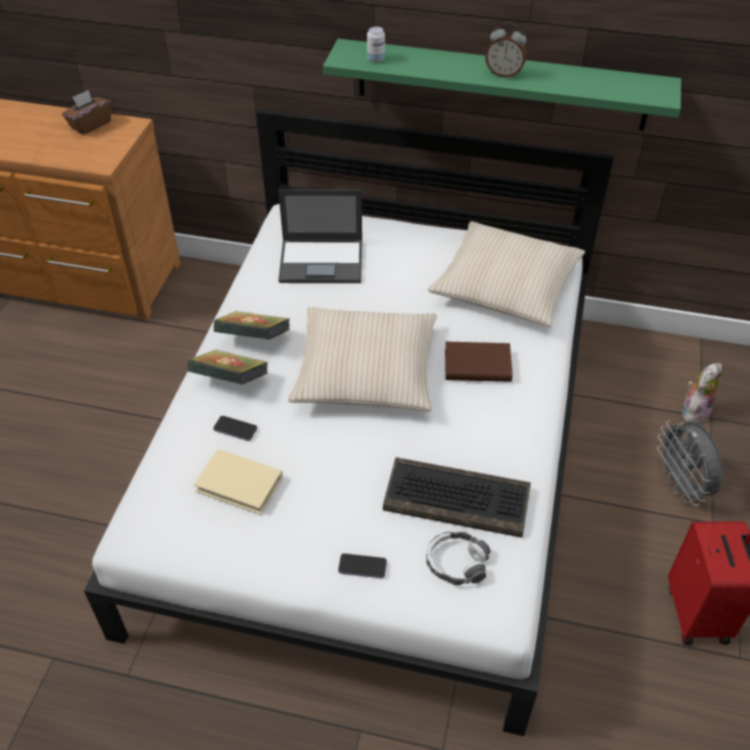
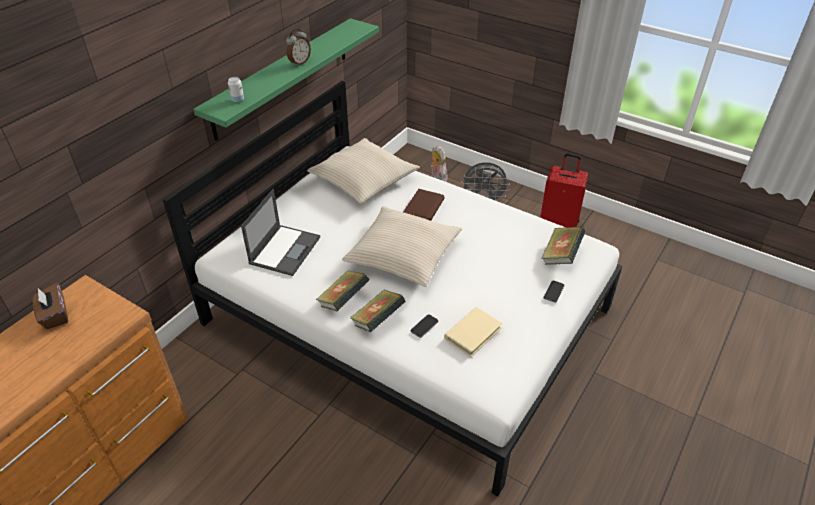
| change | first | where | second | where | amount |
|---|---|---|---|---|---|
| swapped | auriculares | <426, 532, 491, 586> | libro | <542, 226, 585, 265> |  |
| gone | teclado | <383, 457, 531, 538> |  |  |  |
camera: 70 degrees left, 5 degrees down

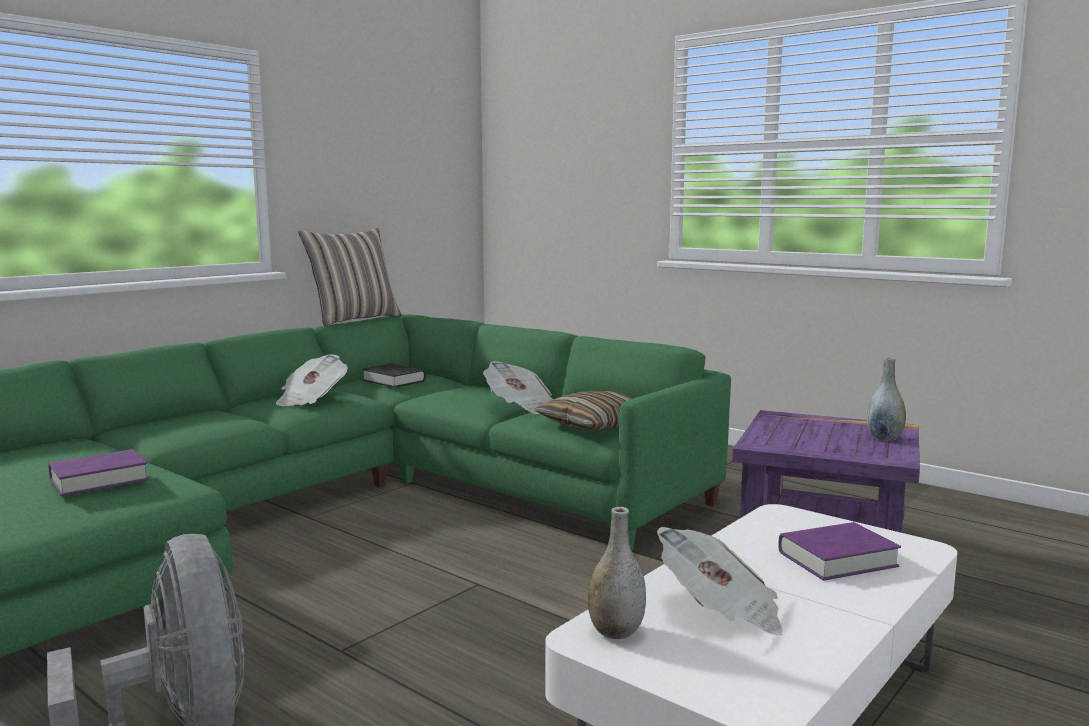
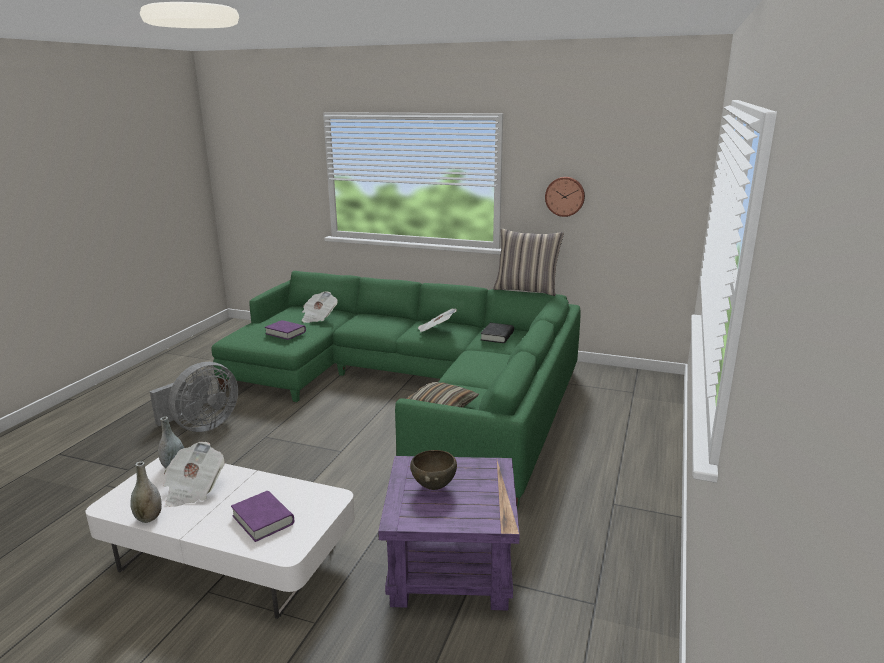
| change | first | where | second | where | amount |
|---|---|---|---|---|---|
| shifted | florero/gris | <867, 358, 906, 441> |  | <130, 462, 162, 523> |  |
| shifted | periódico | <483, 361, 554, 414> |  | <302, 291, 338, 323> |  |
| new |  |  | cuenco/marrón | <410, 450, 457, 490> |  |
| new |  |  | reloj de pared | <545, 177, 585, 217> |  |
camera: 70 degrees right, 10 degrees up

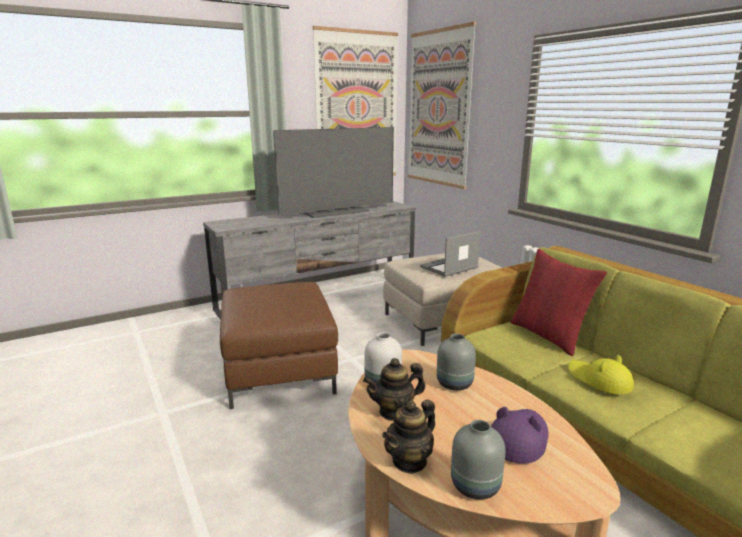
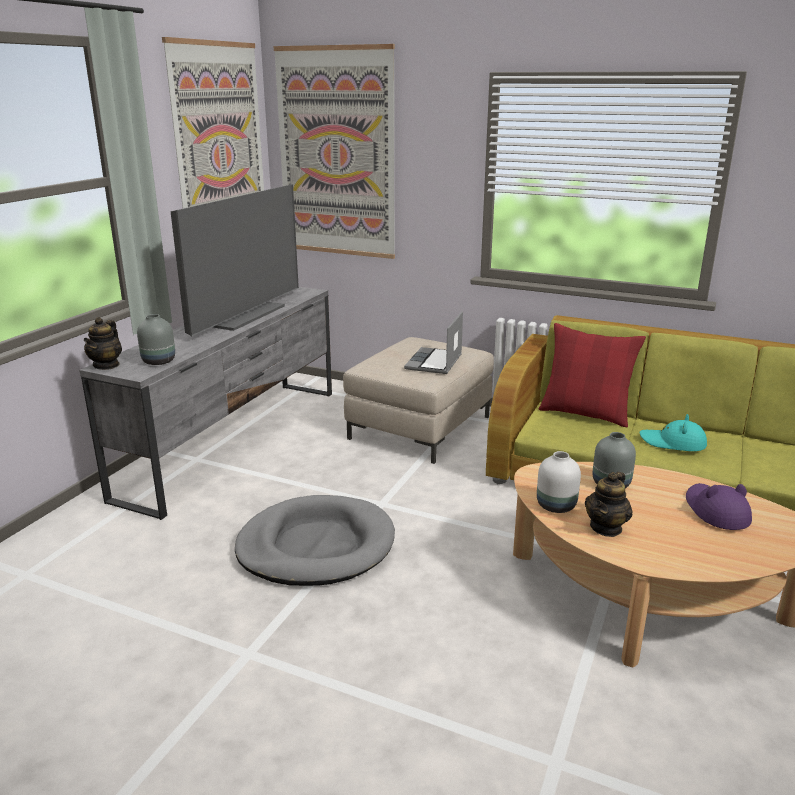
| change | first | where | second | where | amount |
|---|---|---|---|---|---|
| shifted | tetera | <382, 399, 435, 474> |  | <84, 317, 122, 370> |  |
| shifted | florero/gris | <451, 420, 505, 500> |  | <137, 314, 175, 365> |  |
| swapped | puf/marrón | <220, 282, 338, 409> | cama para perro/gris | <235, 495, 395, 586> |  |
| repainted | sombrero/amarillo | <568, 355, 634, 394> | sombrero/turquesa | <640, 414, 707, 451> |  |
camera: 35 degrees left, 5 degrees up

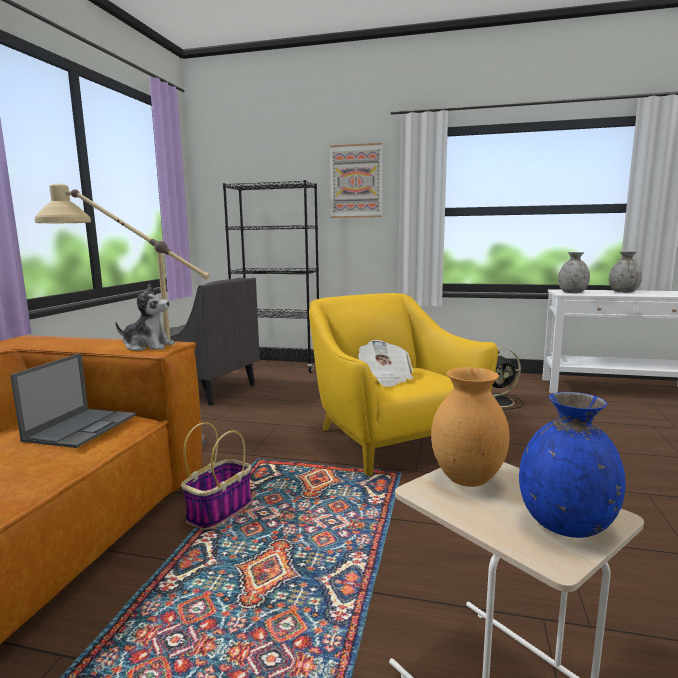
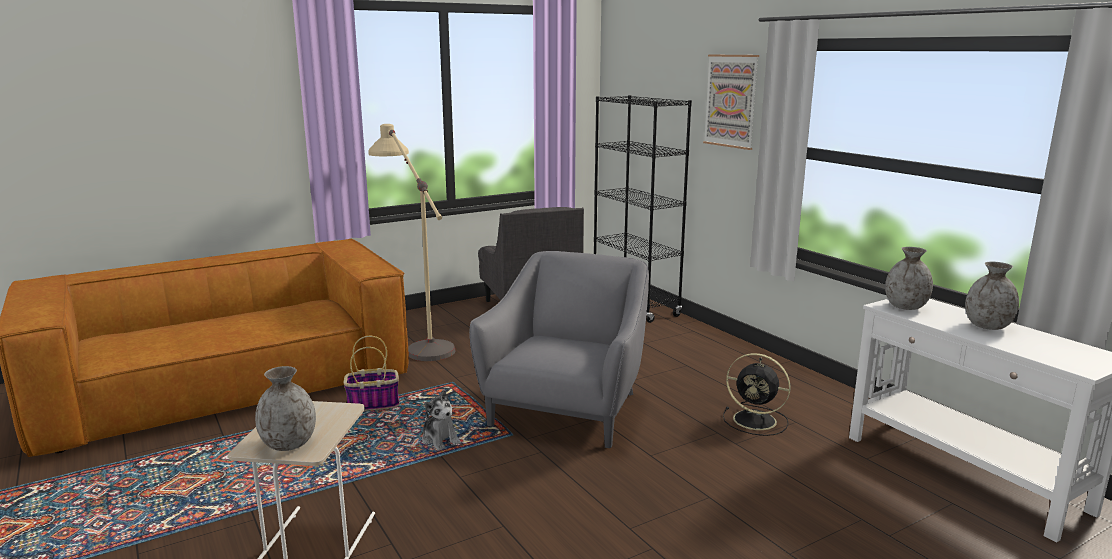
| change | first | where | second | where | amount |
|---|---|---|---|---|---|
| repainted | florero/azul | <519, 392, 626, 538> | florero/gris | <255, 366, 316, 451> |  |
| shifted | peluche | <115, 284, 175, 351> |  | <422, 390, 461, 450> |  |
| repainted | sillón/amarillo | <309, 293, 498, 476> | sillón/gris | <469, 251, 649, 448> |  |
| gone | portátil | <10, 353, 136, 448> |  |  |  |
| gone | periódico | <358, 340, 413, 387> |  |  |  |
| gone | florero/marrón | <431, 367, 510, 487> |  |  |  |
camera: 45 degrees right, 5 degrees up

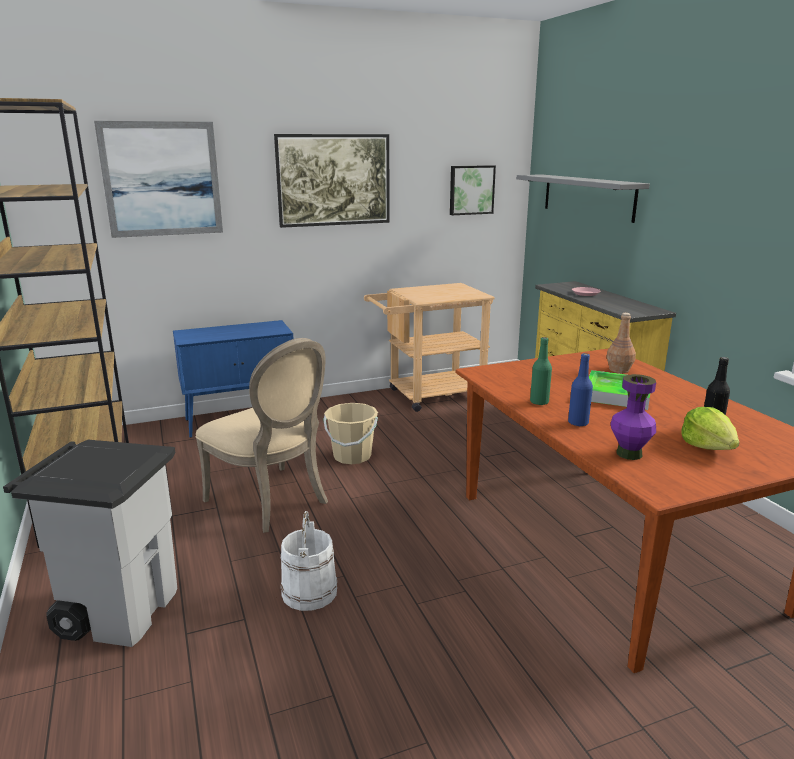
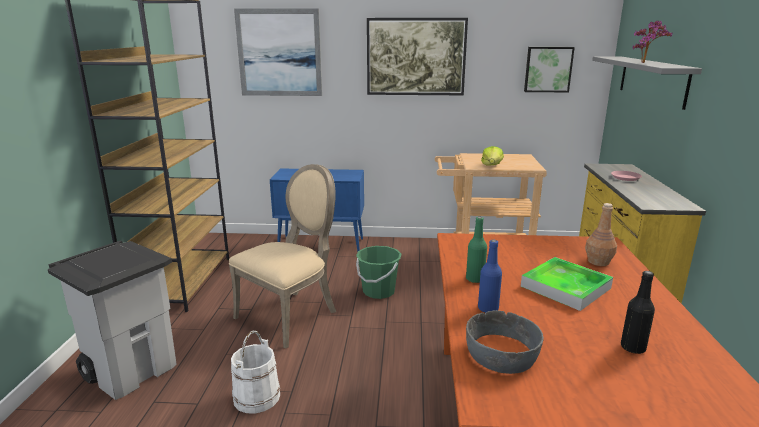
| change | first | where | second | where | amount |
|---|---|---|---|---|---|
| rotated | silla/beis | <195, 338, 328, 533> |  | <229, 164, 336, 348> | 120 degrees counterclockwise |
| repainted | cubo/beis | <323, 403, 378, 464> | cubo/verde | <356, 246, 401, 299> |  |
| swapped | florero/morado | <611, 374, 656, 460> | cuenco/gris | <466, 310, 544, 374> |  |
| shifted | lechuga | <681, 407, 739, 450> |  | <481, 146, 504, 165> |  |
| new |  |  | planta en maceta | <632, 20, 673, 63> |  |
camera: 25 degrees right, 0 degrees up

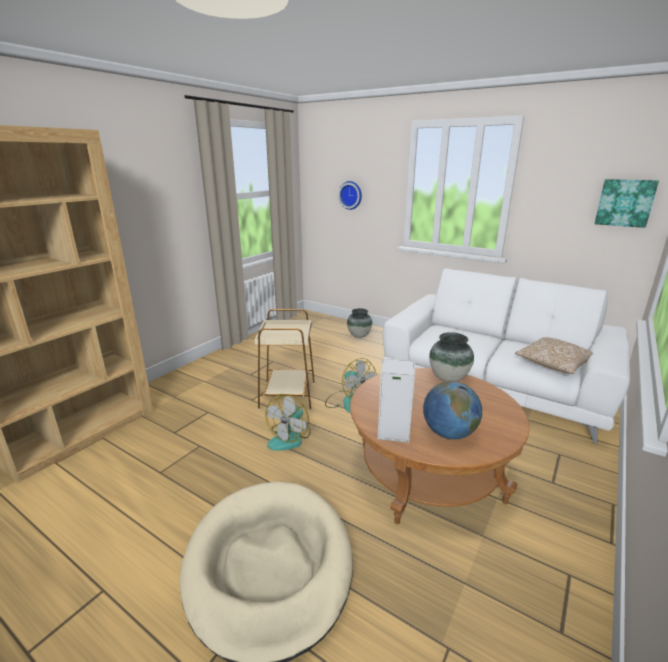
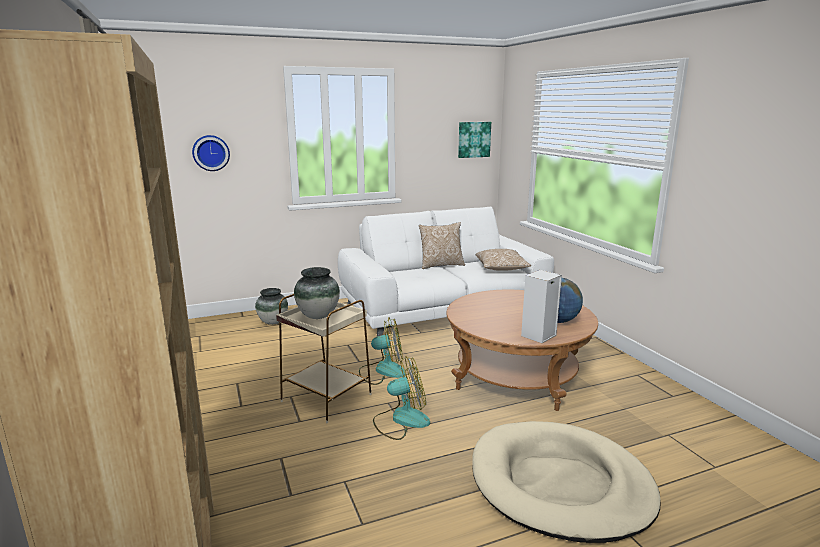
| change | first | where | second | where | amount |
|---|---|---|---|---|---|
| shifted | florero | <429, 332, 474, 382> |  | <294, 267, 340, 319> |  |
| rotated | ventilador | <265, 394, 310, 451> |  | <373, 356, 430, 440> | 75 degrees counterclockwise |
| new |  |  | cojín | <419, 222, 465, 269> |  |
camera: 55 degrees left, 5 degrees down

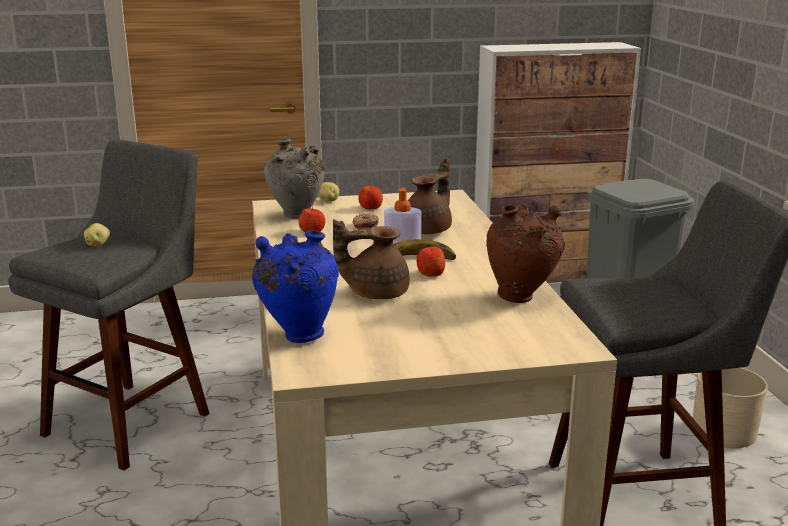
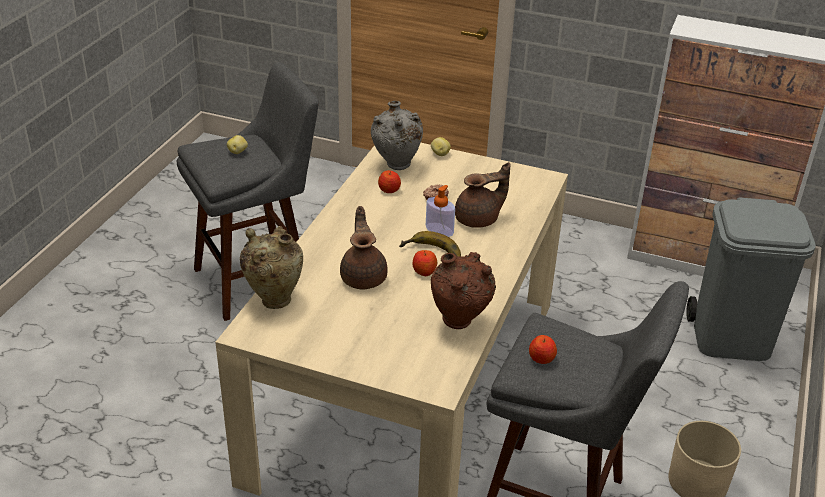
| change | first | where | second | where | amount |
|---|---|---|---|---|---|
| repainted | florero/azul | <252, 230, 339, 343> | florero/beis | <240, 226, 303, 309> |  |
| rotated | tetera/marrón | <333, 219, 410, 299> |  | <340, 206, 387, 289> | 60 degrees clockwise |
| shifted | manzana | <358, 185, 383, 210> |  | <529, 335, 557, 364> |  |
camera: 30 degrees right, 15 degrees up

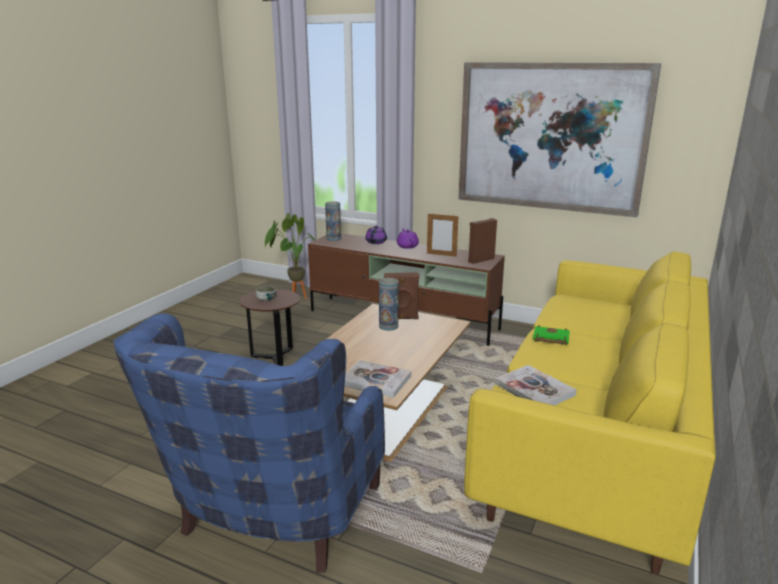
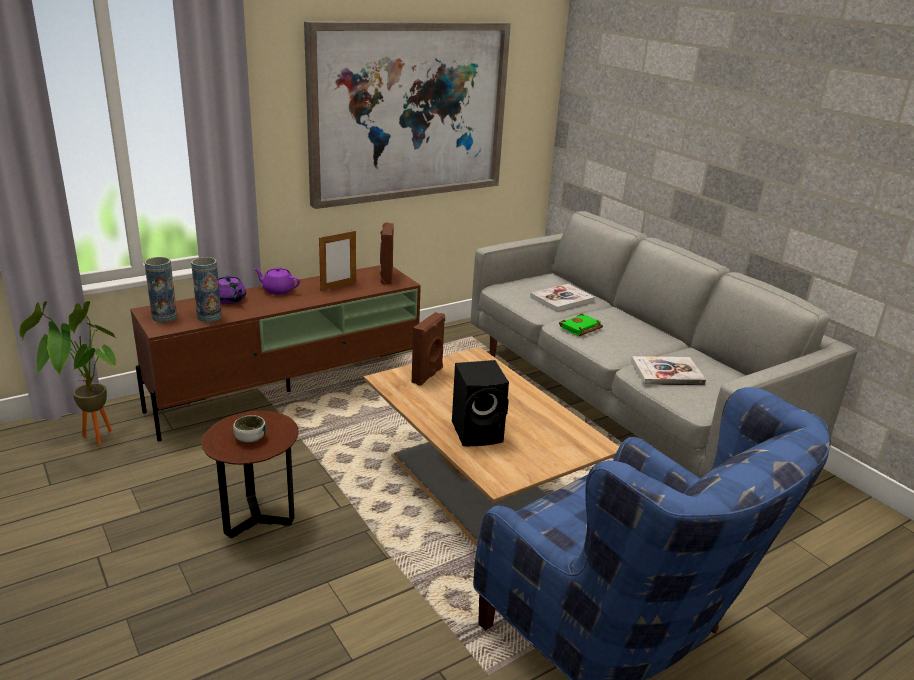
| change | first | where | second | where | amount |
|---|---|---|---|---|---|
| shifted | florero | <379, 278, 399, 331> |  | <191, 257, 222, 322> |  |
| new |  |  | altavoz/negro | <452, 360, 509, 446> |  |
| repainted | sofá/amarillo | <464, 251, 716, 574> | sofá/gris | <471, 211, 857, 478> |  |
| shifted | libro | <344, 360, 411, 398> |  | <530, 284, 595, 312> |  |
camera: 60 degrees left, 5 degrees up

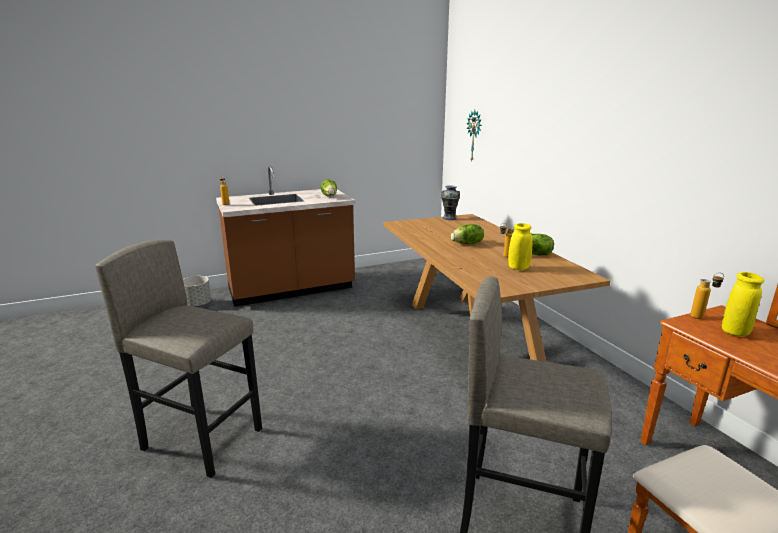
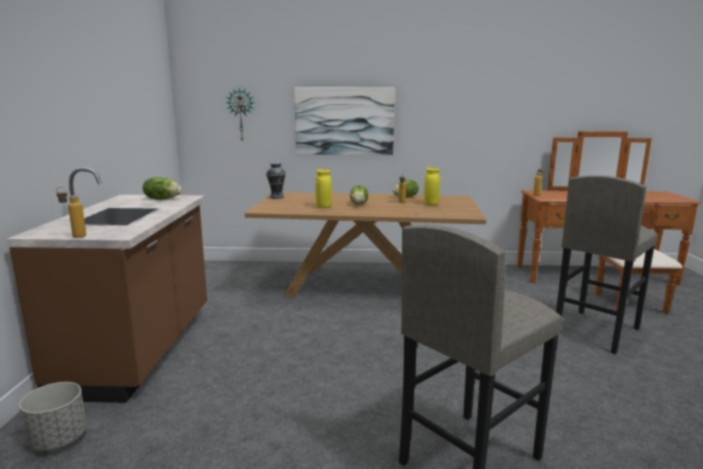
| change | first | where | second | where | amount |
|---|---|---|---|---|---|
| new |  |  | cuadro | <294, 87, 395, 155> |  |
| shifted | florero/amarillo | <722, 272, 764, 336> |  | <315, 169, 332, 208> |  |
camera: 65 degrees left, 5 degrees down

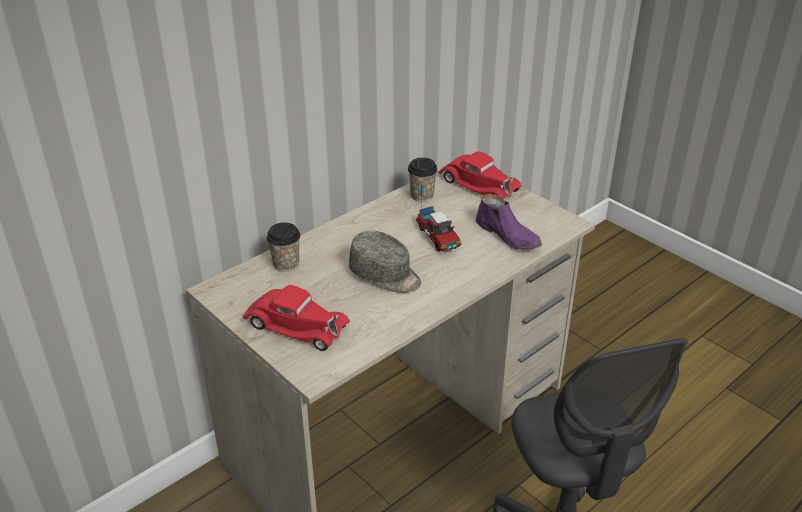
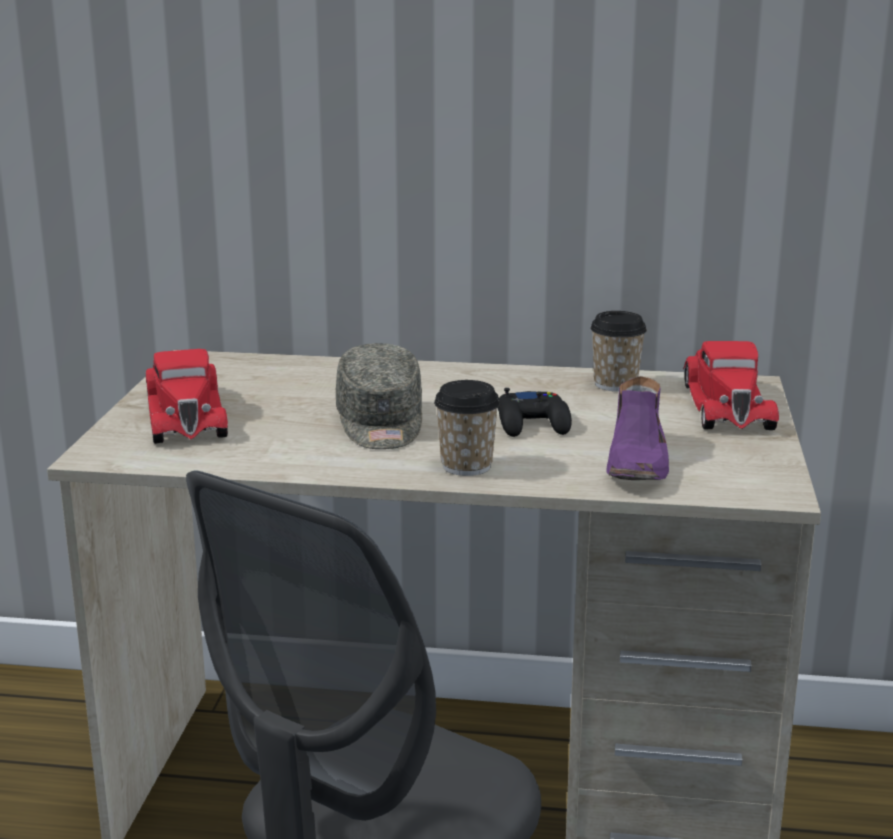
| change | first | where | second | where | amount |
|---|---|---|---|---|---|
| shifted | taza | <267, 222, 300, 272> |  | <434, 380, 500, 476> |  |
| swapped | camión de juguete | <416, 186, 461, 251> | mando de consola/negro | <498, 388, 572, 437> |  |
camera: 50 degrees right, 15 degrees down

